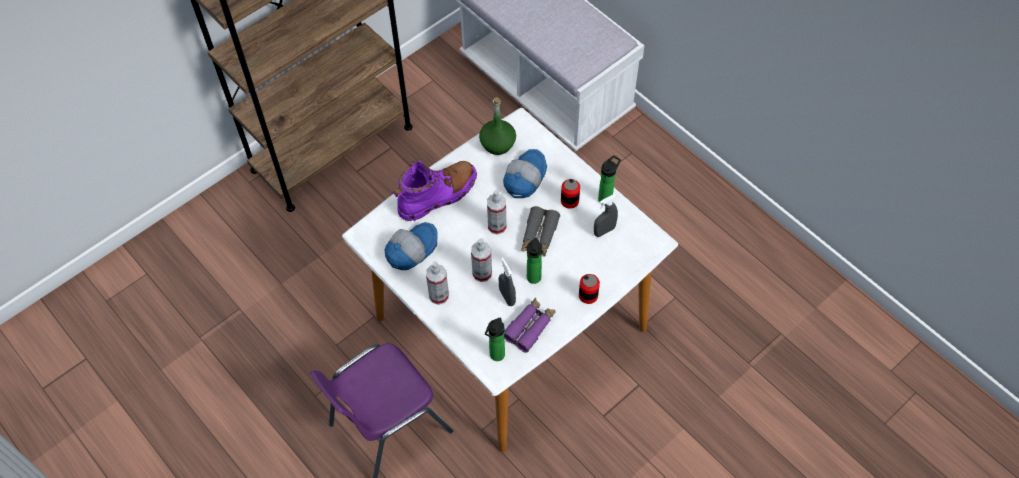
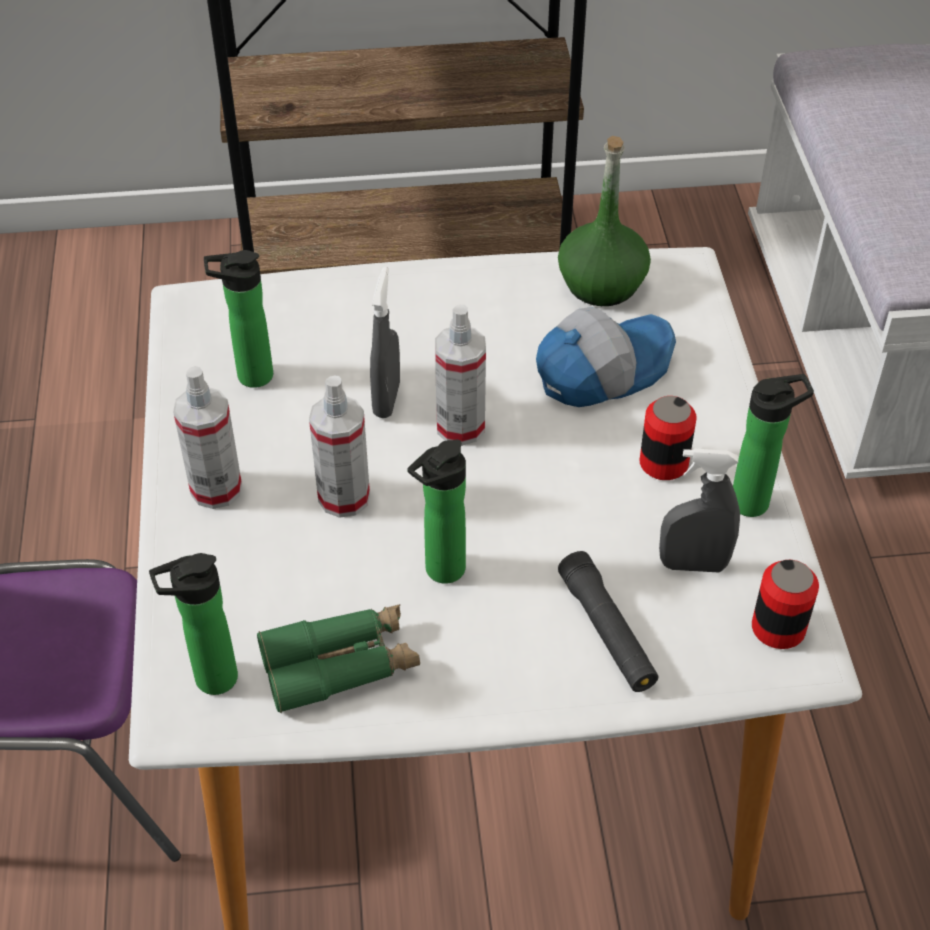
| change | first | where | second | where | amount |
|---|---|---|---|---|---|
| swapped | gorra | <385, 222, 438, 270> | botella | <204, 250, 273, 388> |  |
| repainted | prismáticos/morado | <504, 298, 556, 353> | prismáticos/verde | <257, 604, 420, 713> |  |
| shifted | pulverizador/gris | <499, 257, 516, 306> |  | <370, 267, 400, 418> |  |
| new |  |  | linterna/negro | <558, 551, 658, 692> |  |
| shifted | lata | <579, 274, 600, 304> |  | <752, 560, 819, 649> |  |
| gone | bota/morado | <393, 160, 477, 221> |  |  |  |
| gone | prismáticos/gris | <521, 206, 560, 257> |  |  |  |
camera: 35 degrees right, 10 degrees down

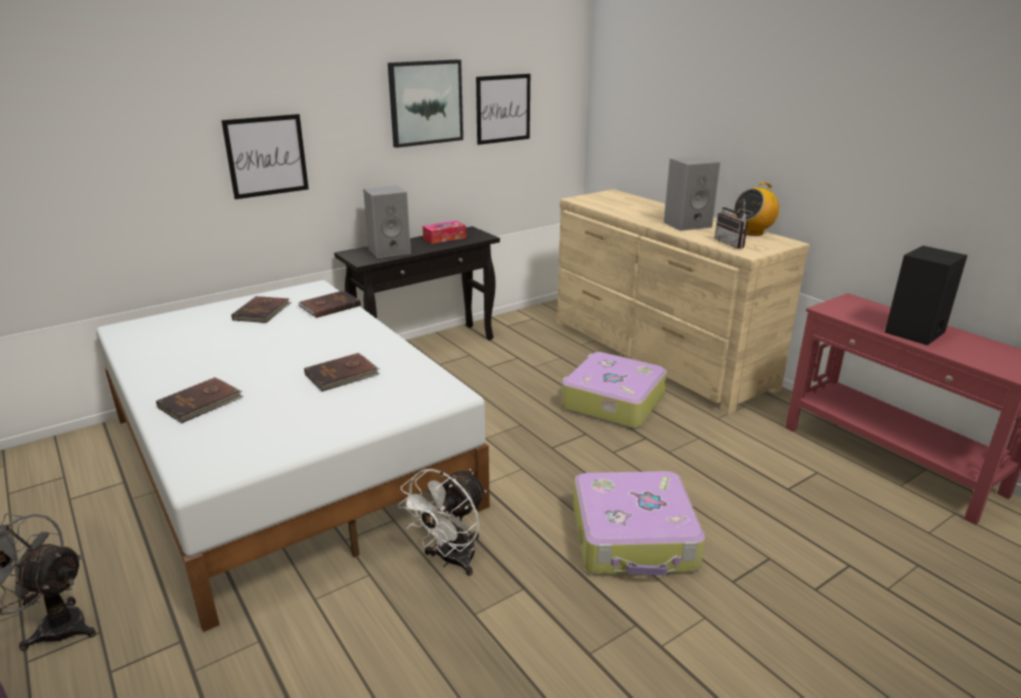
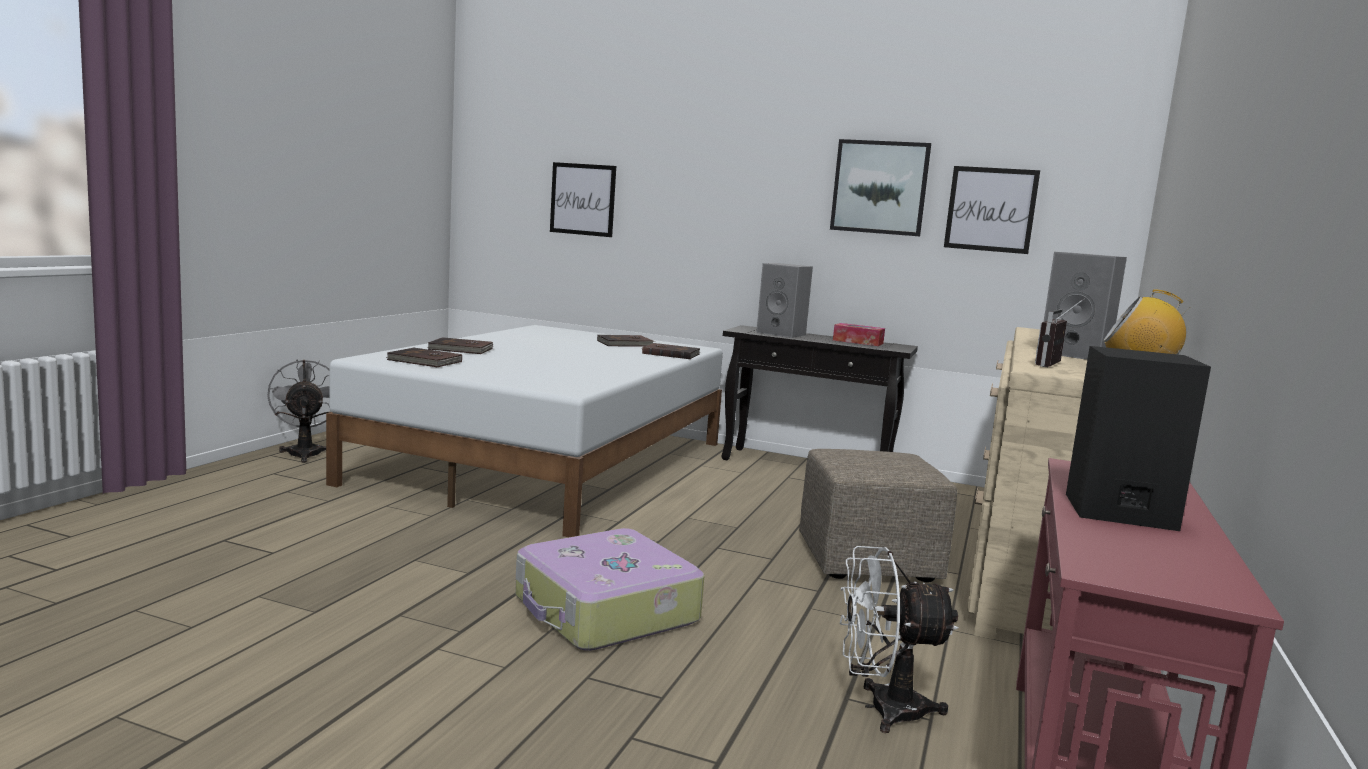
| change | first | where | second | where | amount |
|---|---|---|---|---|---|
| shifted | libro/marrón | <304, 353, 380, 392> |  | <386, 347, 462, 367> |  |
| shifted | cuadro | <221, 114, 309, 199> |  | <550, 162, 616, 237> |  |
| swapped | maleta | <561, 352, 667, 428> | puf/beis | <799, 449, 957, 582> |  |
| shifted | ventilador/blanco | <398, 469, 487, 576> |  | <840, 546, 958, 733> |  |
camera: 55 degrees right, 15 degrees down

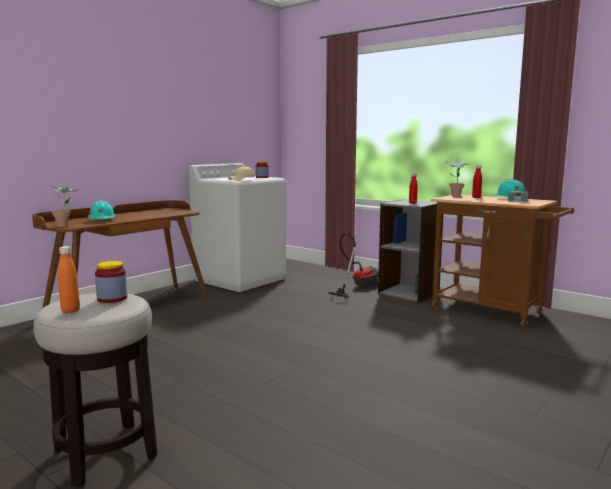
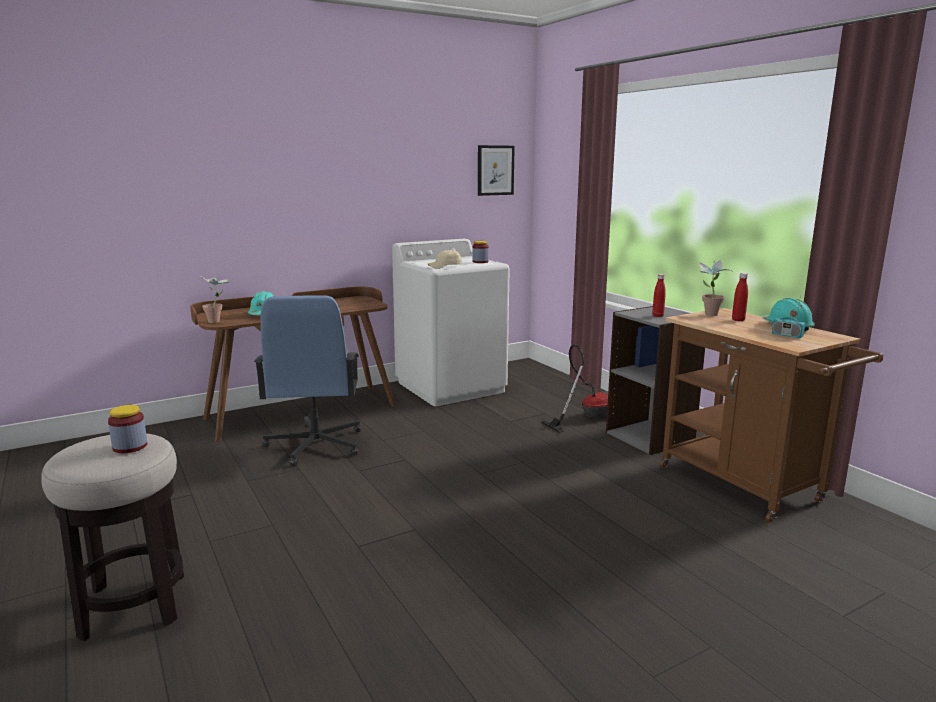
| change | first | where | second | where | amount |
|---|---|---|---|---|---|
| new |  |  | silla de oficina/azul | <254, 295, 361, 466> |  |
| new |  |  | cuadro | <478, 145, 515, 196> |  |
| gone | botella/naranja | <58, 246, 80, 313> |  |  |  |
camera: 20 degrees right, 5 degrees up

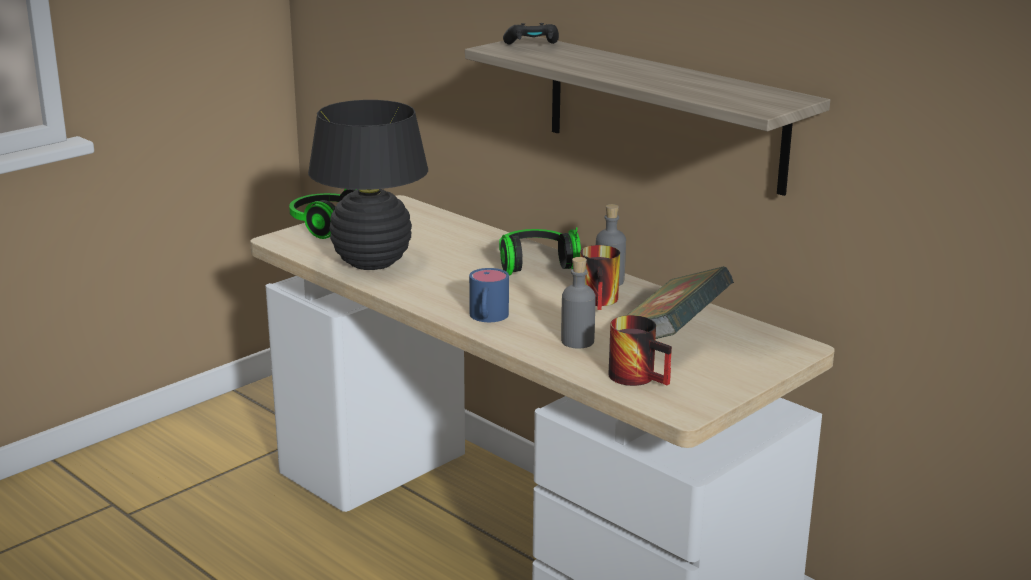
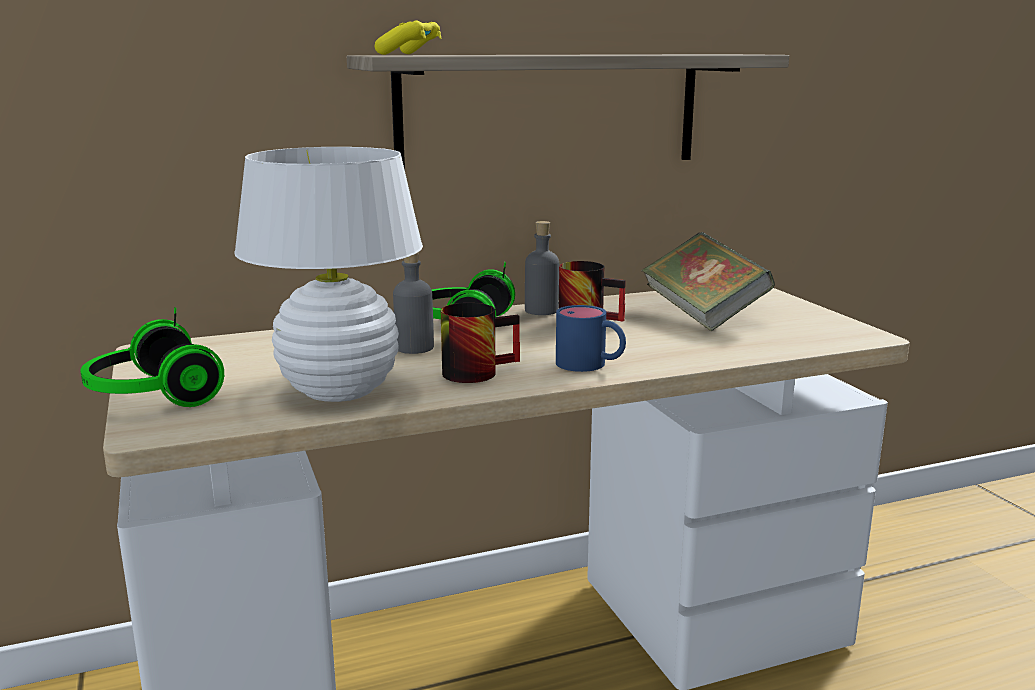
| change | first | where | second | where | amount |
|---|---|---|---|---|---|
| repainted | lámpara de mesa/negro | <308, 100, 428, 270> | lámpara de mesa/blanco | <234, 147, 423, 402> |  |
| repainted | mando de consola/negro | <503, 23, 559, 44> | mando de consola/amarillo | <375, 20, 441, 55> |  |
| shifted | botella/gris | <561, 257, 595, 349> |  | <393, 252, 434, 354> |  |
| shifted | taza grande | <608, 315, 672, 386> |  | <441, 303, 520, 383> |  |
camera: 65 degrees left, 5 degrees down

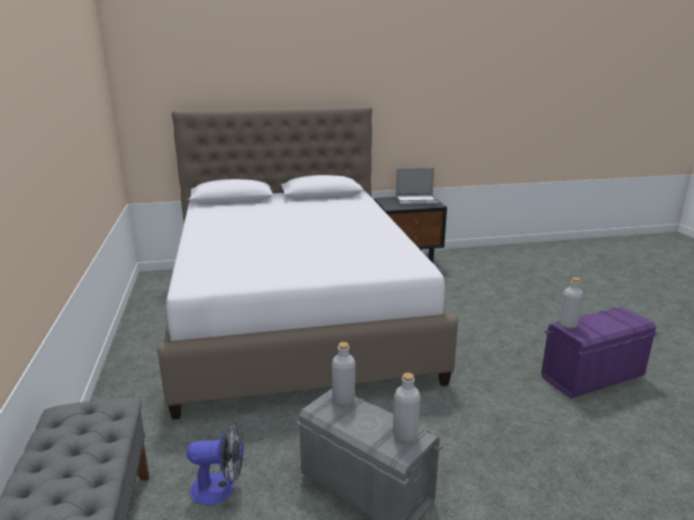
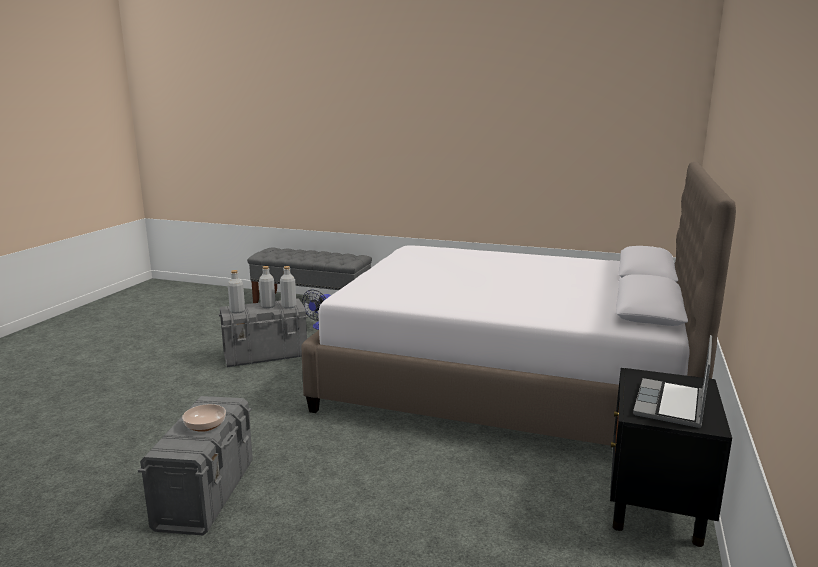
| change | first | where | second | where | amount |
|---|---|---|---|---|---|
| repainted | caja de almacenaje/morado | <541, 307, 658, 398> | caja de almacenaje/gris | <138, 396, 253, 536> |  |
| new |  |  | cuenco | <182, 404, 226, 432> |  |
| shifted | botella/gris | <559, 277, 583, 329> |  | <259, 266, 276, 308> |  |
camera: 120 degrees right, 5 degrees down

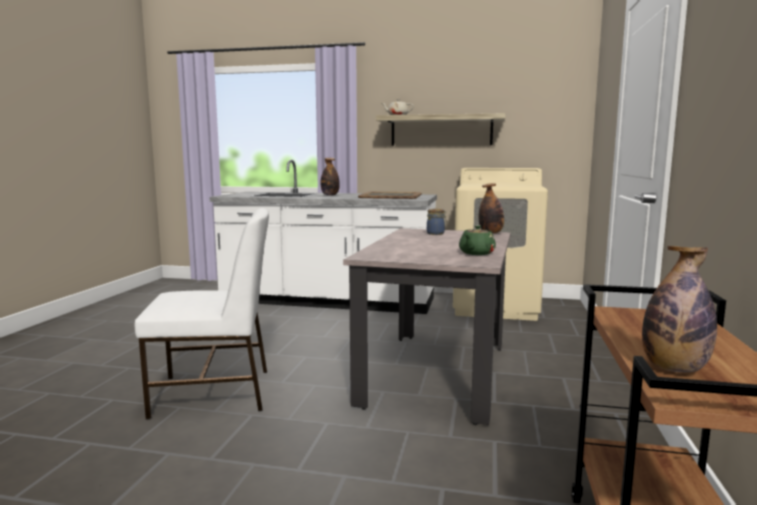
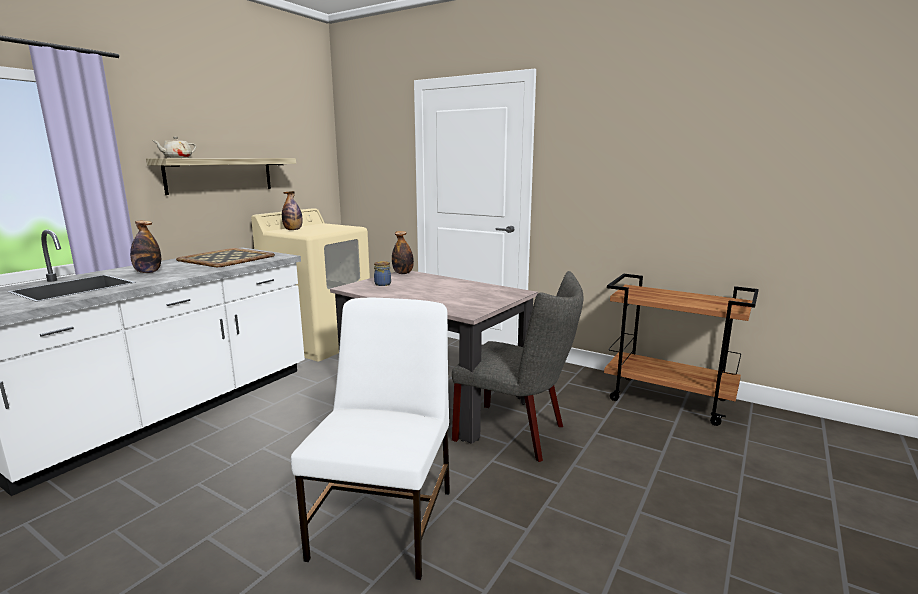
| change | first | where | second | where | amount |
|---|---|---|---|---|---|
| shifted | botella | <642, 246, 717, 372> |  | <282, 191, 302, 230> |  |
| new |  |  | silla/gris | <452, 271, 583, 462> |  |
| gone | tetera/verde | <459, 225, 496, 255> |  |  |  |
camera: 70 degrees left, 5 degrees up

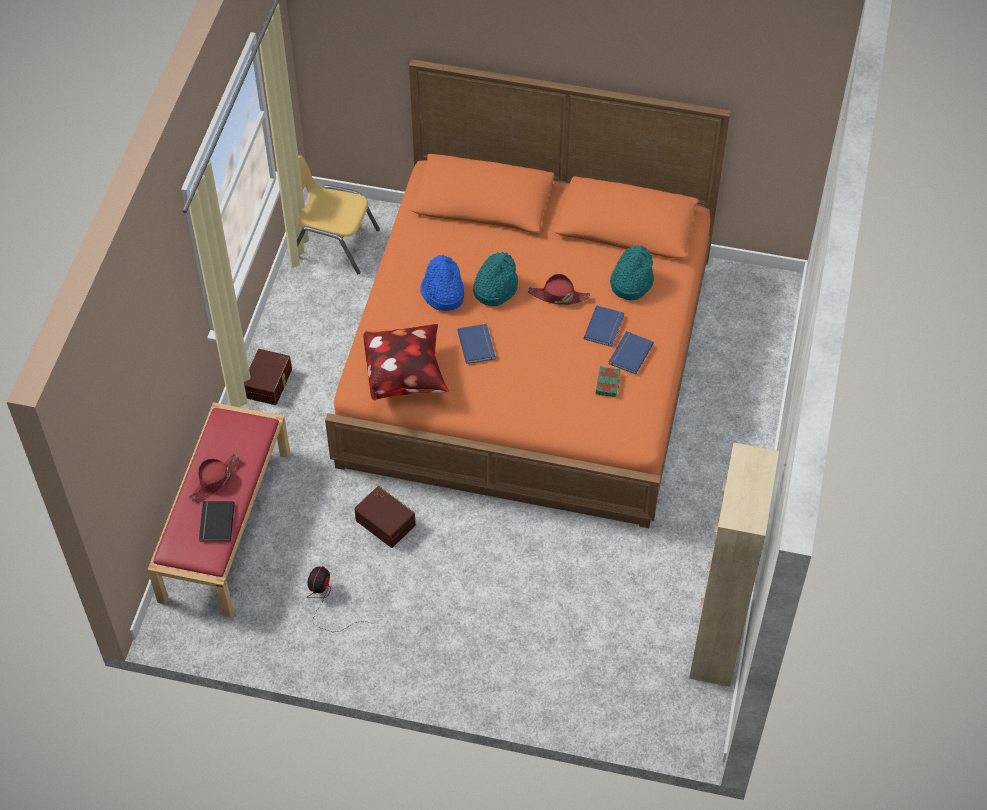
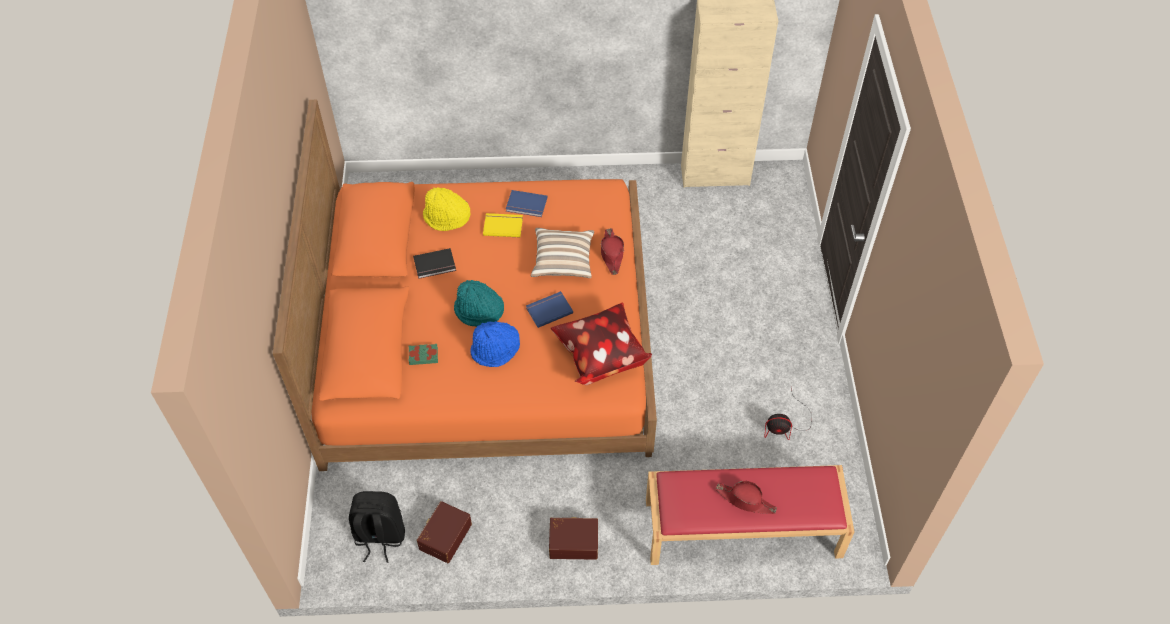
| change | first | where | second | where | amount |
|---|---|---|---|---|---|
| swapped | silla/amarillo | <297, 156, 380, 274> | mochila/negro | <349, 491, 405, 563> |  |
| shifted | libro/verde | <596, 366, 620, 397> |  | <408, 344, 438, 365> |  |
| shifted | libro/negro | <199, 501, 235, 542> |  | <413, 248, 456, 279> |  |
| shifted | caja de almacenaje/marrón | <354, 486, 416, 548> |  | <417, 501, 472, 563> |  |
| repainted | sombrero/turquesa | <610, 245, 654, 300> | sombrero/amarillo | <423, 187, 470, 231> |  |
| repainted | libro/azul | <584, 306, 624, 347> | libro/amarillo | <483, 213, 523, 238> |  |
| new |  |  | cojín | <531, 228, 594, 278> |  |
| shifted | sombrero/rojo | <528, 274, 590, 305> |  | <601, 228, 624, 275> |  |
camera: 105 degrees left, 0 degrees up

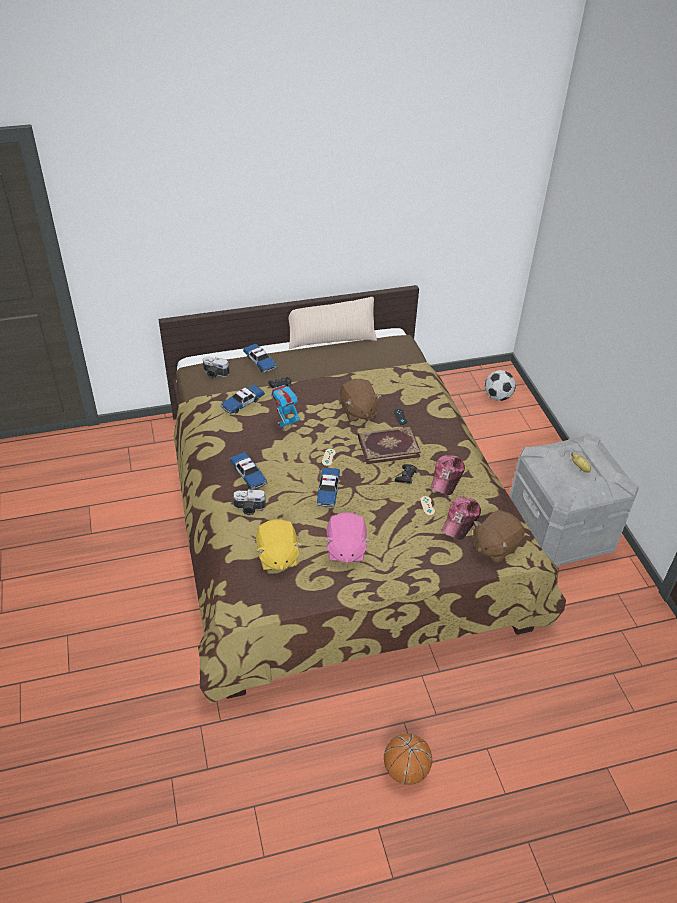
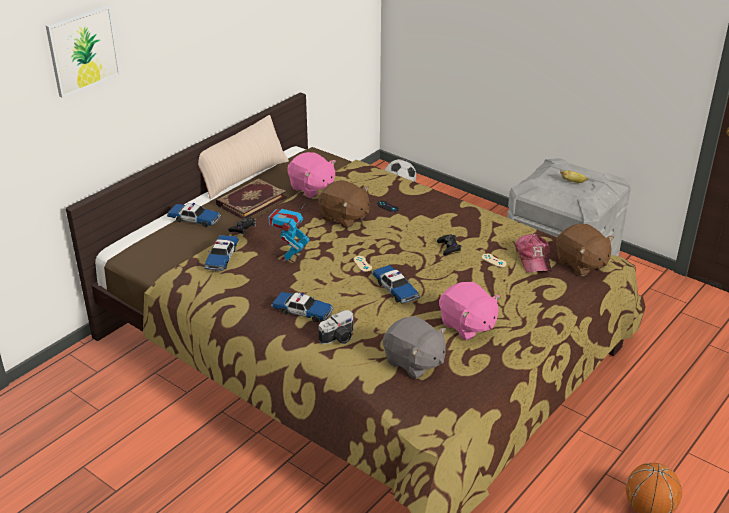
| change | first | where | second | where | amount |
|---|---|---|---|---|---|
| new |  |  | cuadro | <46, 5, 121, 98> |  |
| shifted | libro | <358, 427, 421, 464> |  | <216, 178, 287, 219> |  |
| new |  |  | peluche/rosa | <287, 152, 336, 198> |  |
| repainted | peluche/amarillo | <256, 519, 302, 570> | peluche/gris | <383, 316, 446, 379> |  |
| rotated | peluche/marrón | <473, 510, 525, 563> |  | <556, 224, 614, 276> | 45 degrees counterclockwise |
| gone | cámara | <203, 357, 229, 378> |  |  |  |
| gone | gorra | <430, 455, 465, 495> |  |  |  |
camera: 35 degrees left, 10 degrees down

